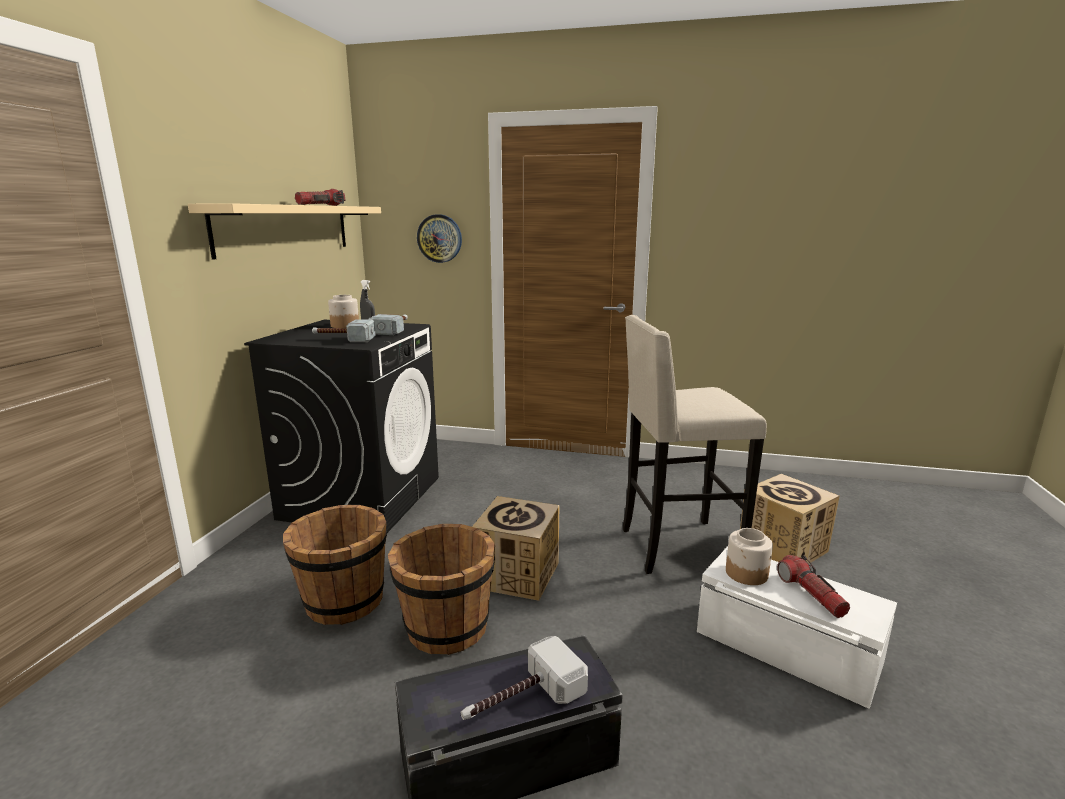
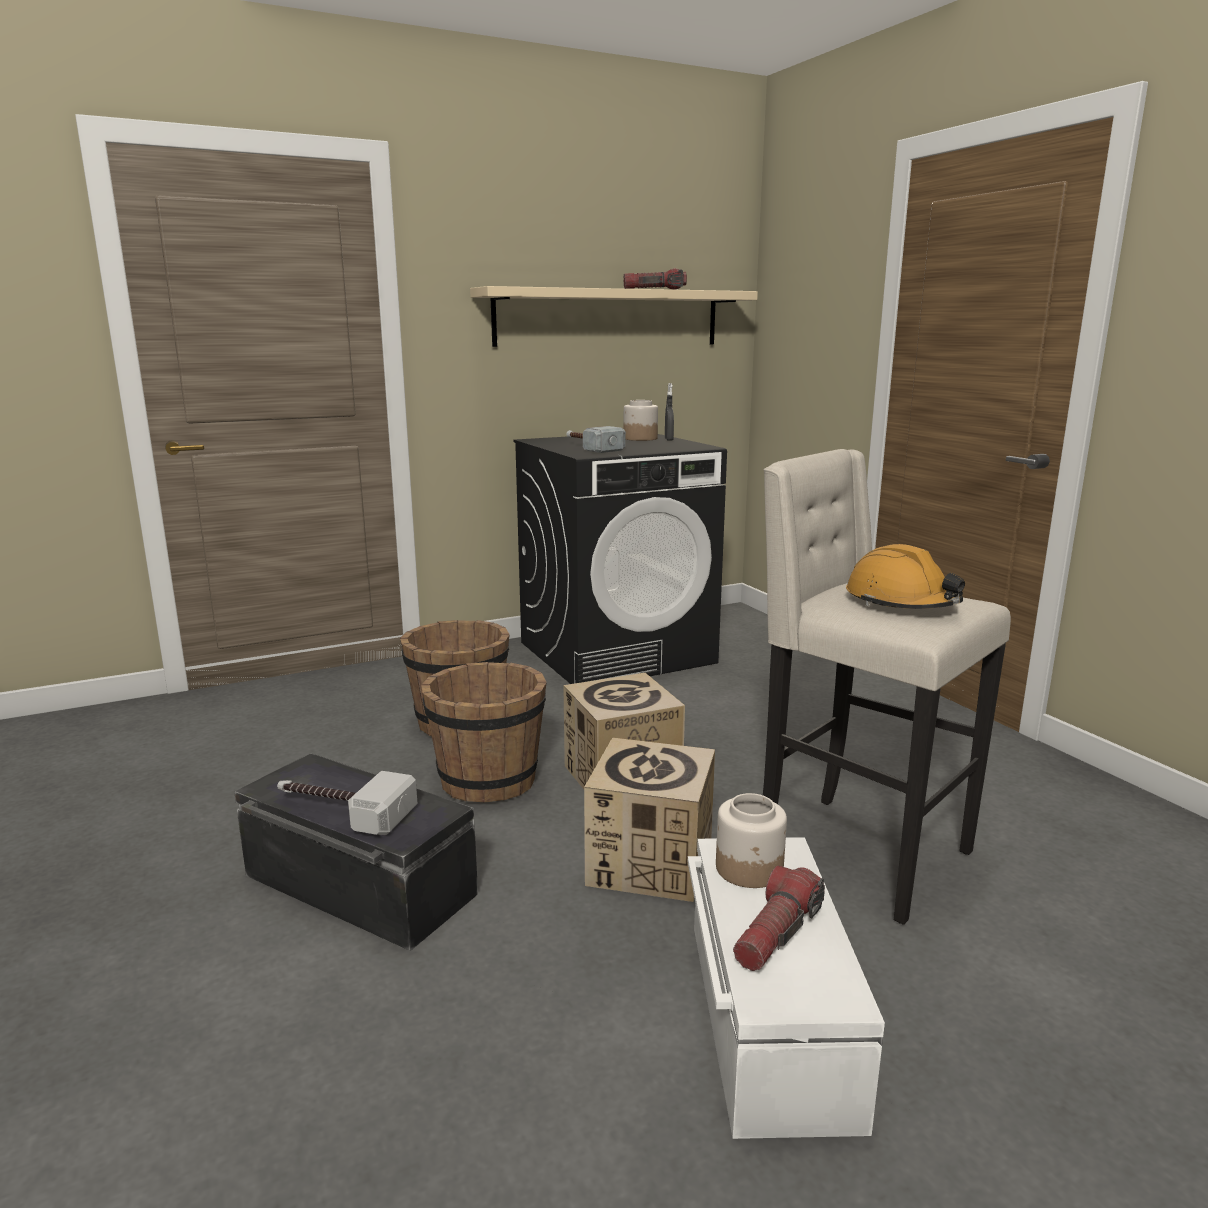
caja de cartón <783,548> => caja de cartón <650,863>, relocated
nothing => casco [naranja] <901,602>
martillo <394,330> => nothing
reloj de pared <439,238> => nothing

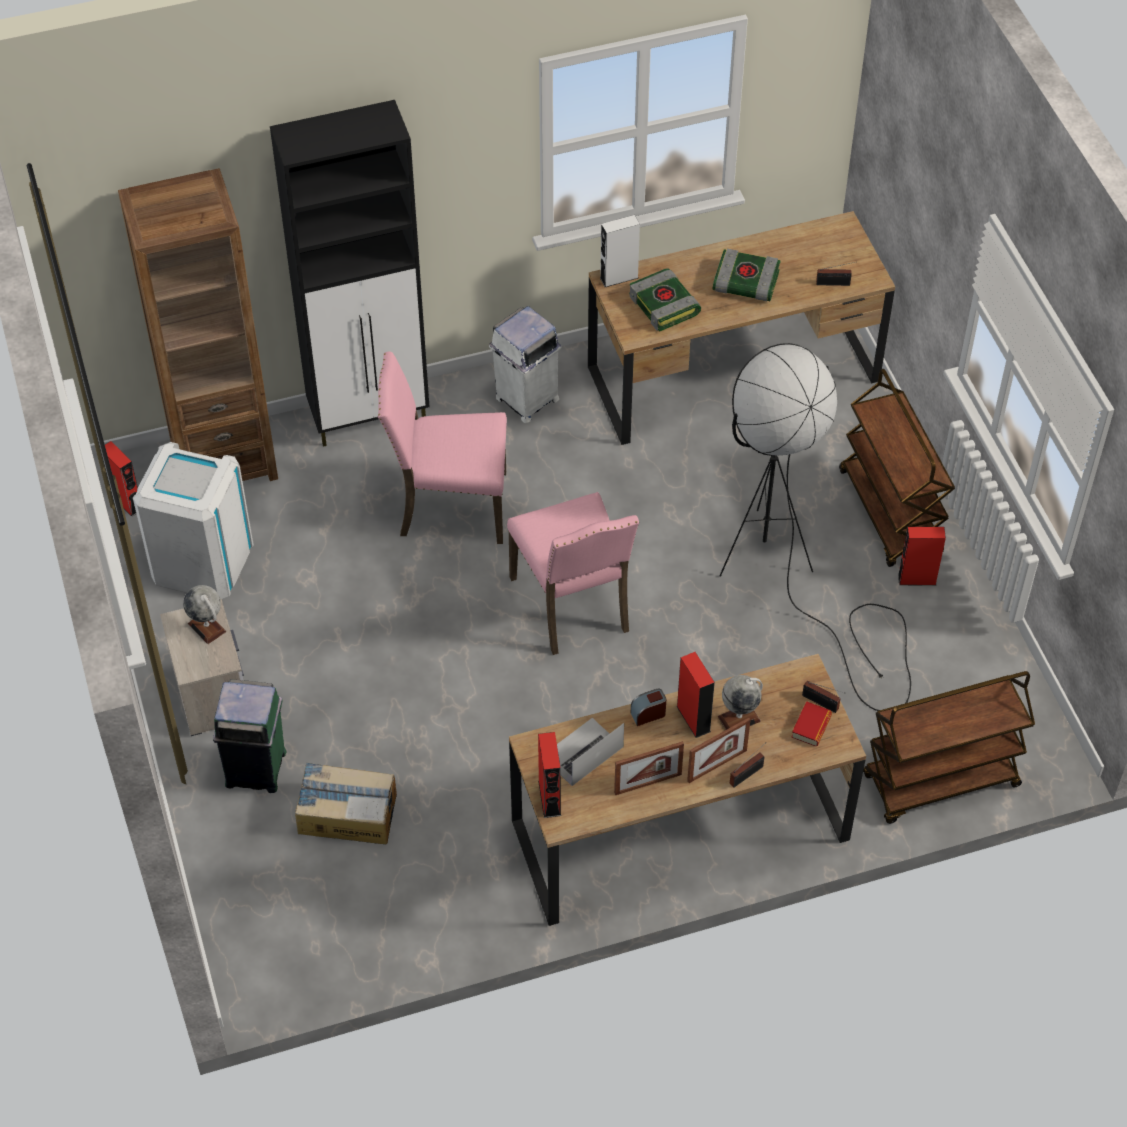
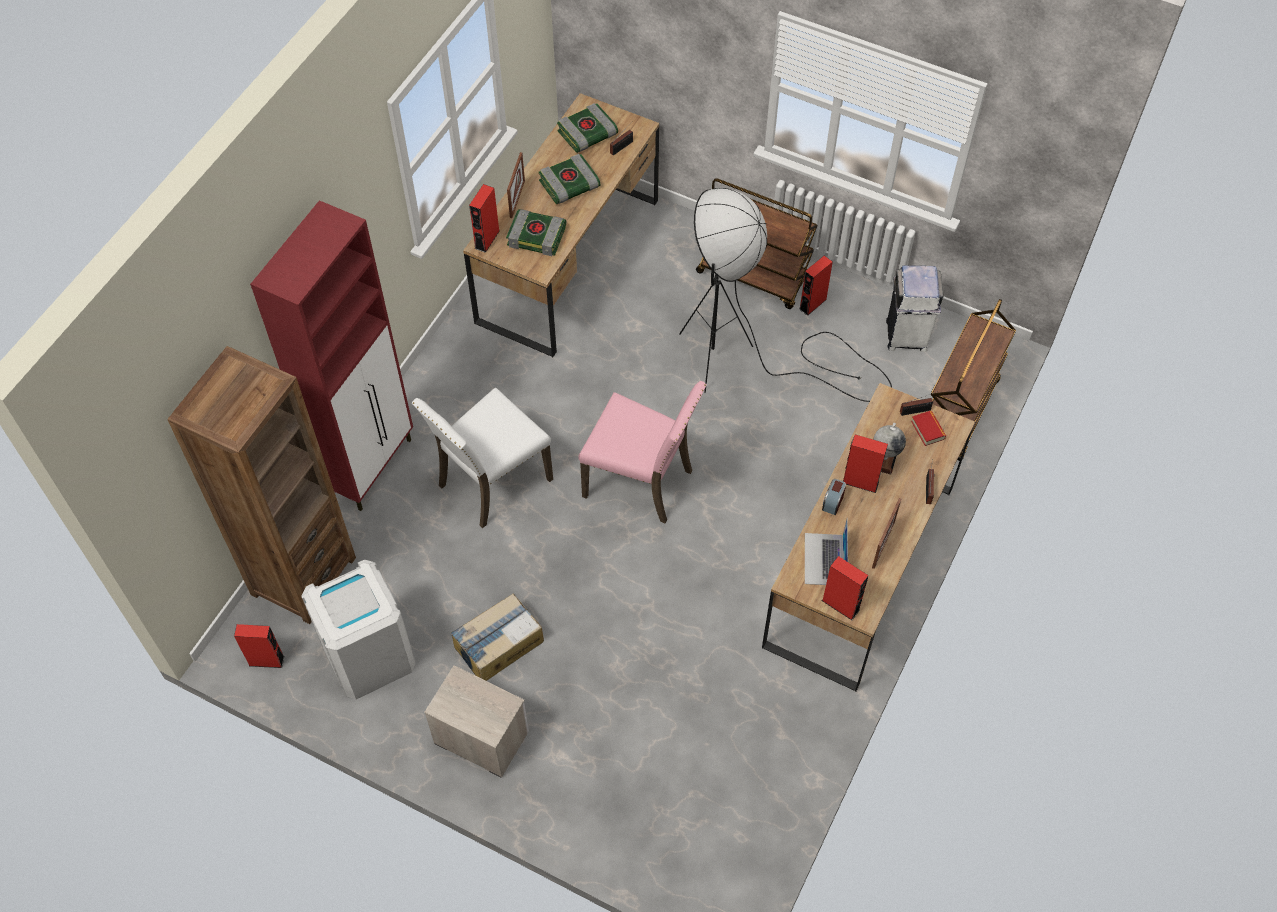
armario [negro] <371,417> => armario [rojo] <371,466>
silla [rosa] <450,506> => silla [blanco] <491,482>
caja de cartón <347,813> => caja de cartón <498,644>, relocated
altavoz [blanco] <619,277> => altavoz [rojo] <487,239>
portarretratos <717,766> => portarretratos <517,199>, relocated
nothing => libro <587,134>
papelera [blanco] <526,399> => papelera [blanco] <906,336>, relocated
globo terráqueo <207,627> => nothing
papelera [verde] <257,769> => nothing

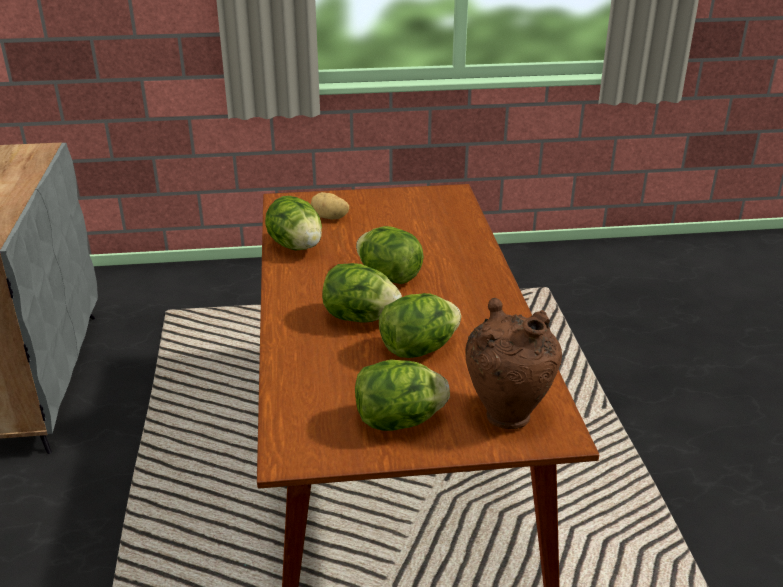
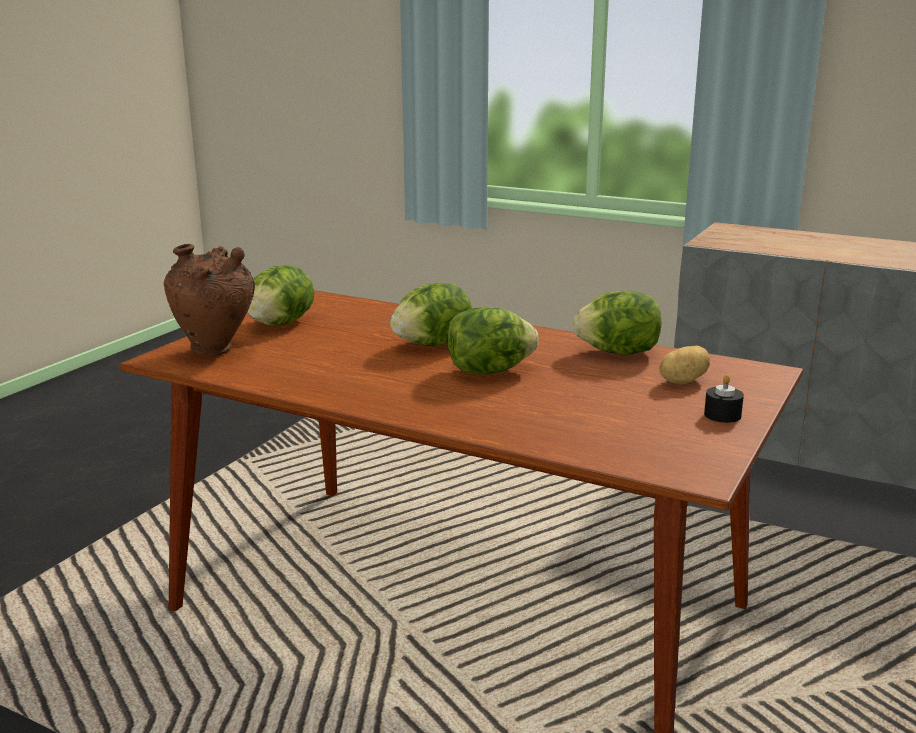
nothing => vela [negro] <722,415>
lechuga <418,349> => nothing

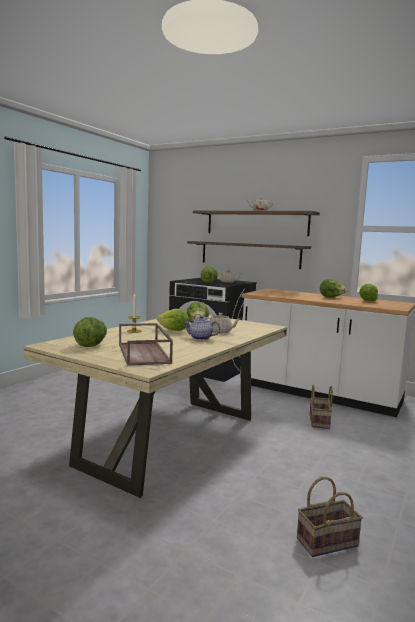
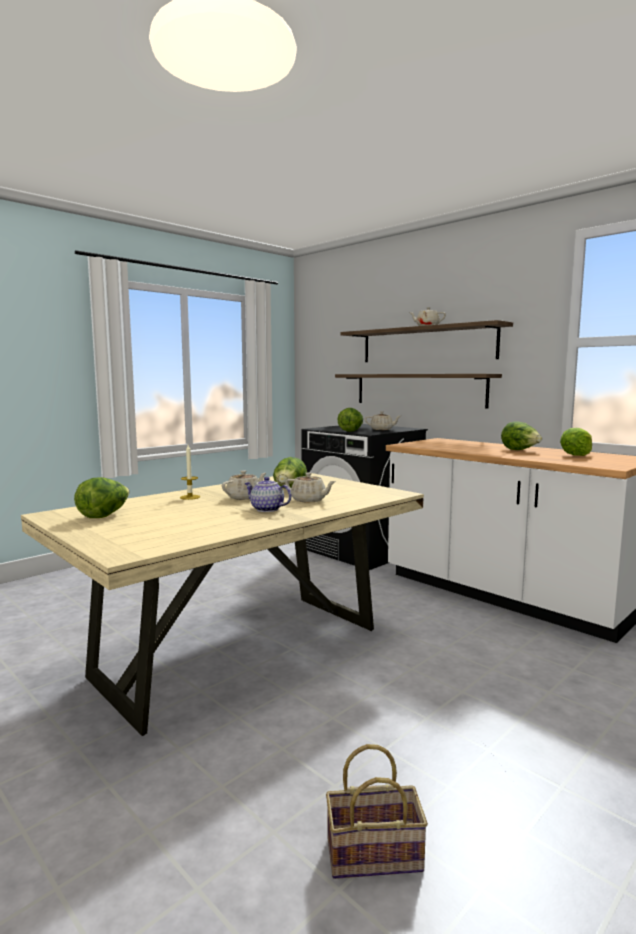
lechuga <173,330> => tetera [beis] <244,497>
bandeja [marrón] <144,353> => nothing
cesta <320,422> => nothing

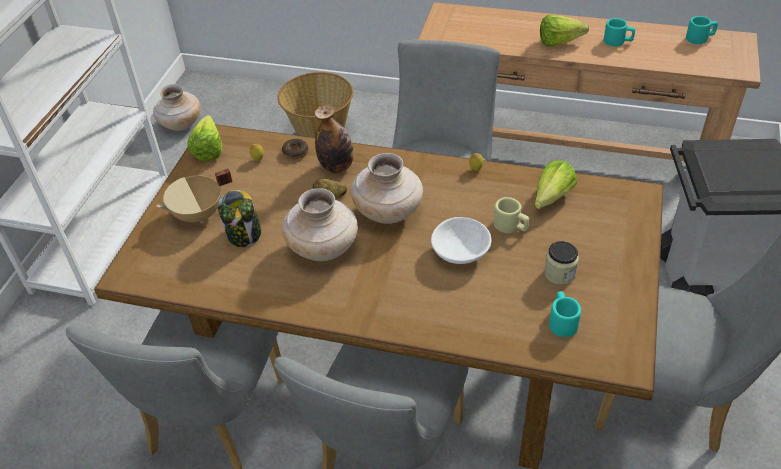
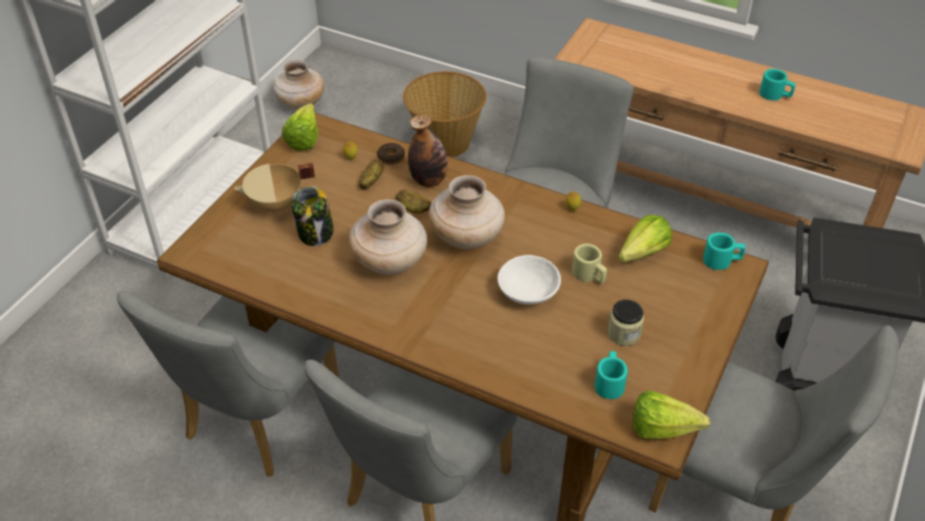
nothing => patata <371,181>
lechuga <563,42> => lechuga <668,431>, relocated
taza grande [turquesa] <700,38> => taza grande [turquesa] <722,260>, relocated

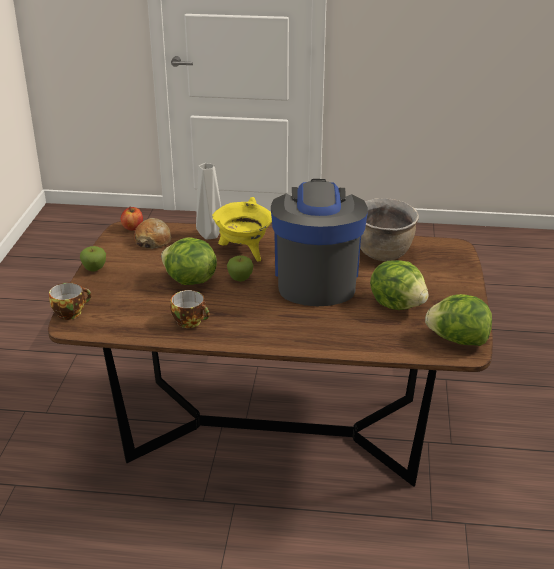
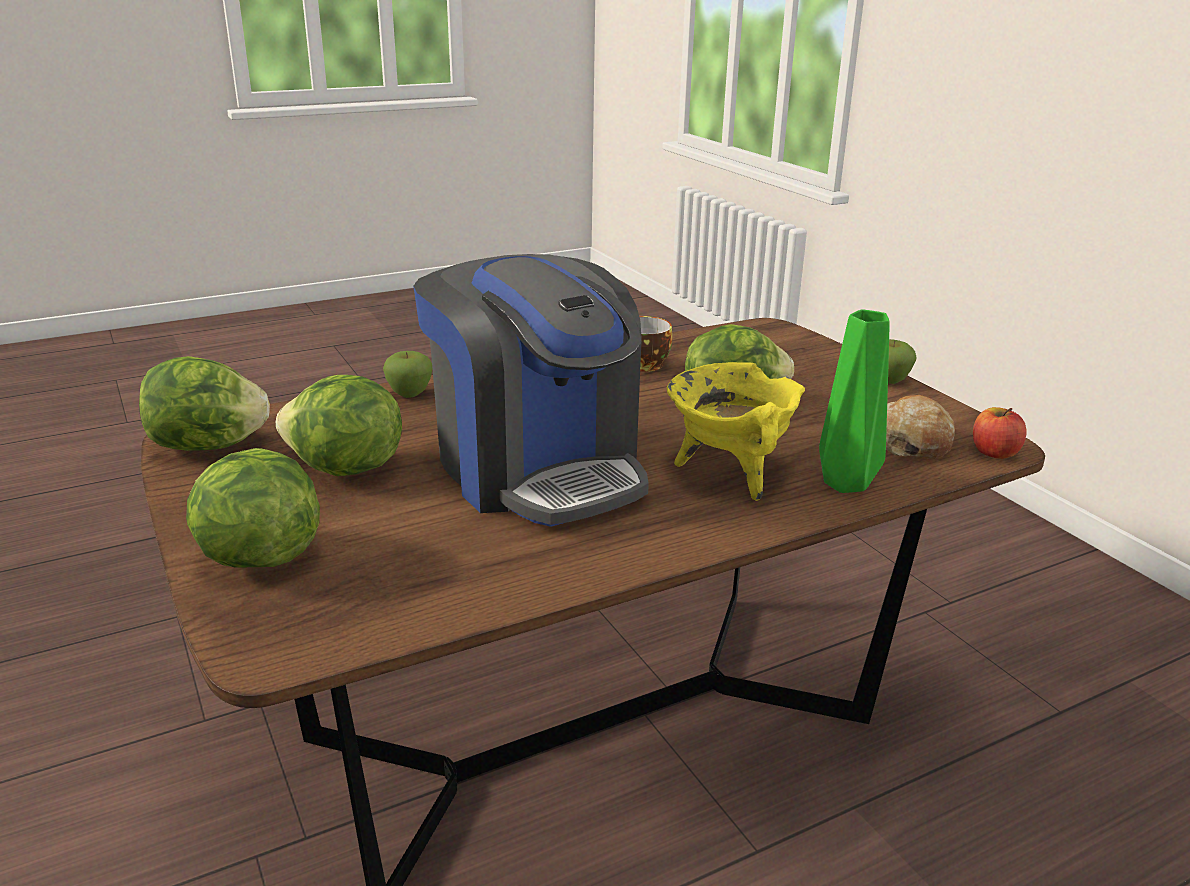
nothing => lechuga <257,557>
manzana <240,279> => manzana <410,394>, relocated
florero [gris] <211,235> => florero [verde] <843,484>
taza <71,312> => nothing
olla [marrón] <384,253> => nothing

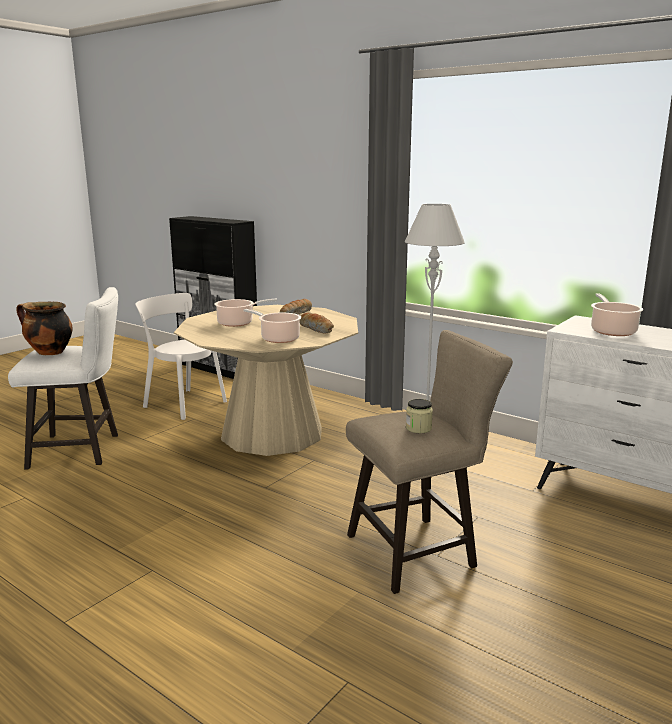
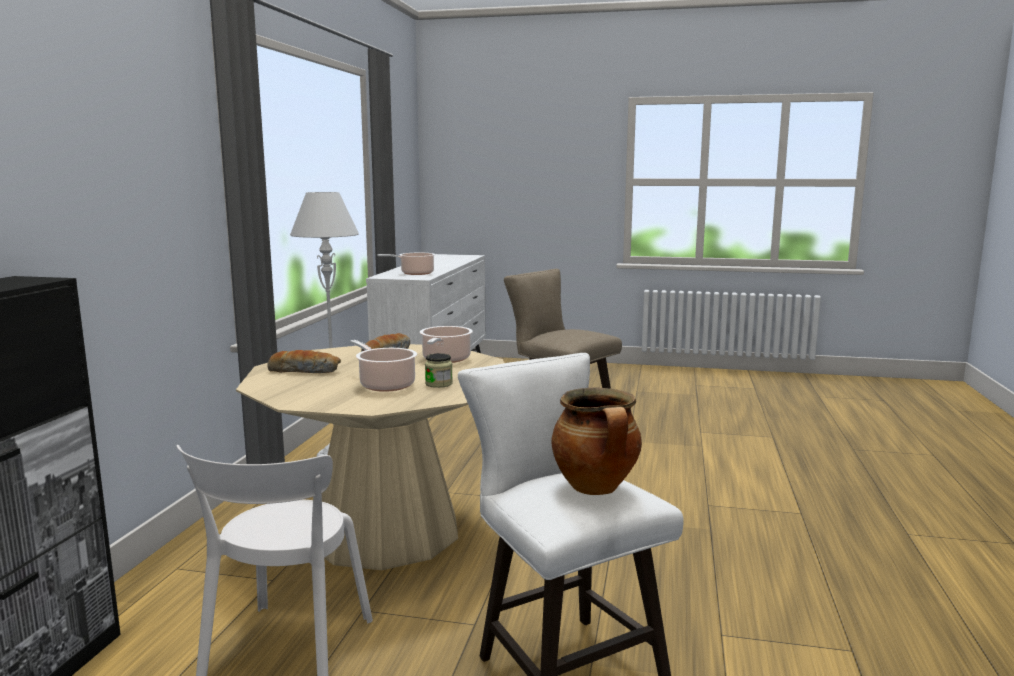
tarro <418,428> => tarro <439,384>, relocated

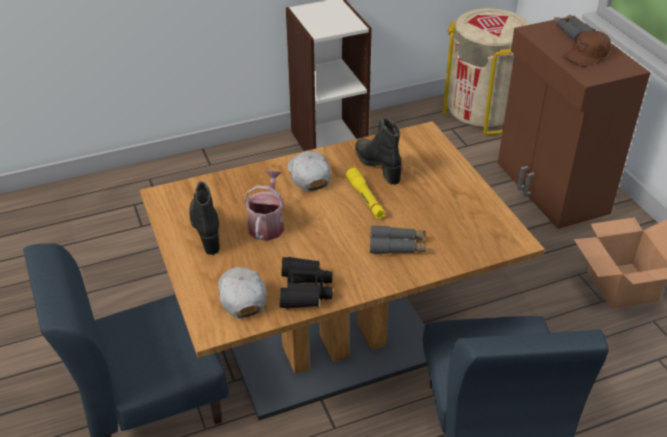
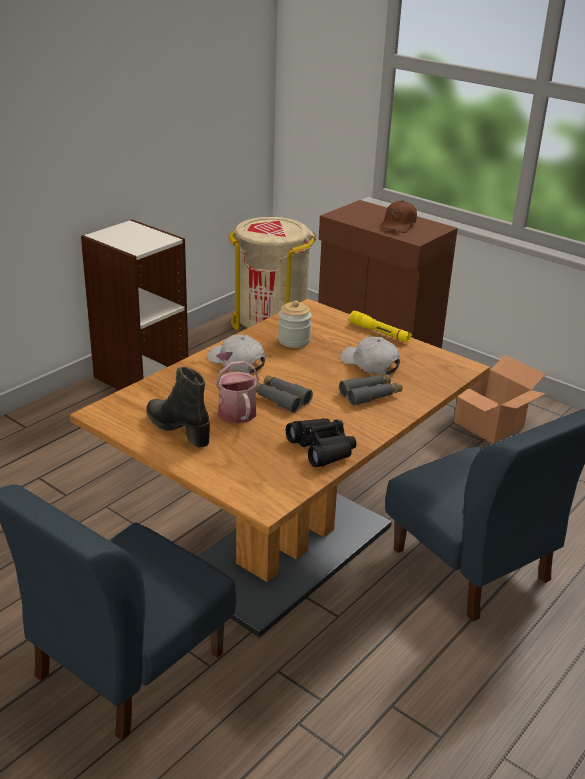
prismáticos [gris] <572,32> => prismáticos [gris] <280,398>, relocated
bota [negro] <378,166> => tarro <294,341>
gorra [blanco] <242,296> => gorra [blanco] <370,364>, relocated
linterna [amarillo] <365,199> => linterna [amarillo] <379,333>, relocated

